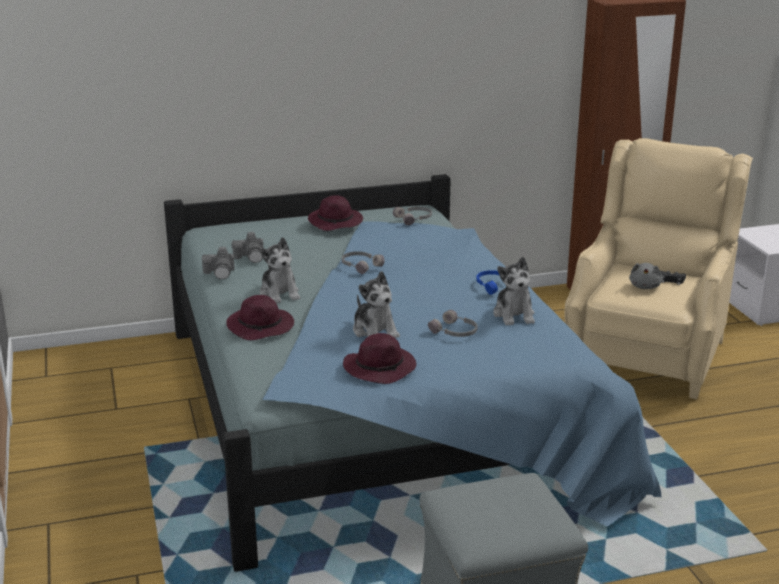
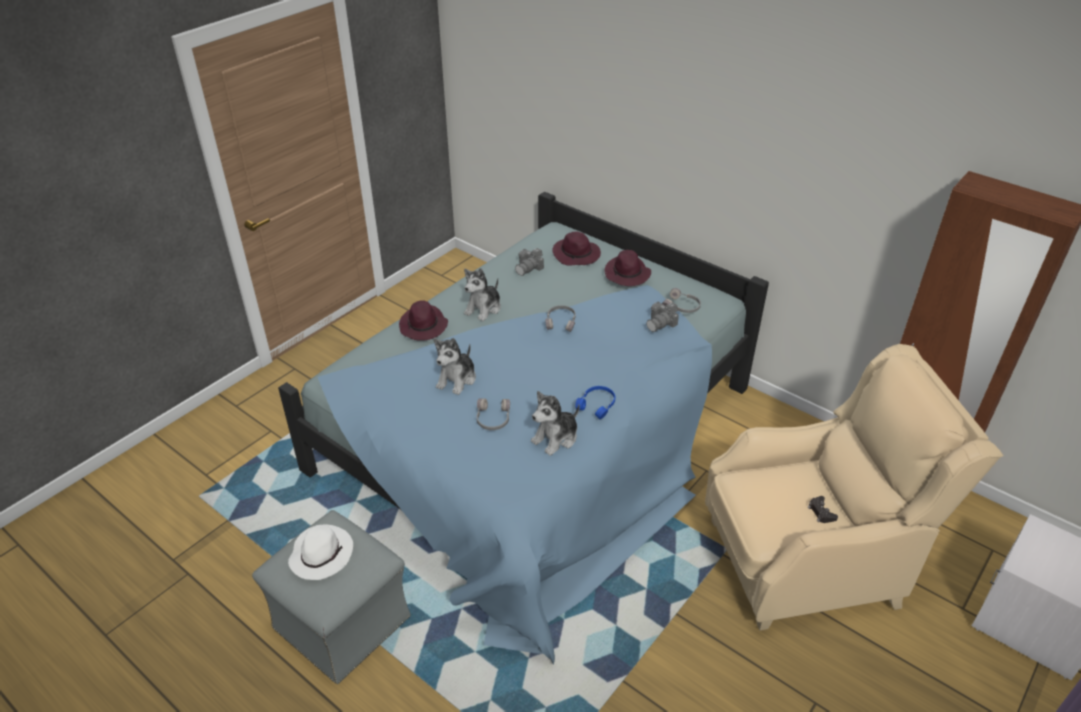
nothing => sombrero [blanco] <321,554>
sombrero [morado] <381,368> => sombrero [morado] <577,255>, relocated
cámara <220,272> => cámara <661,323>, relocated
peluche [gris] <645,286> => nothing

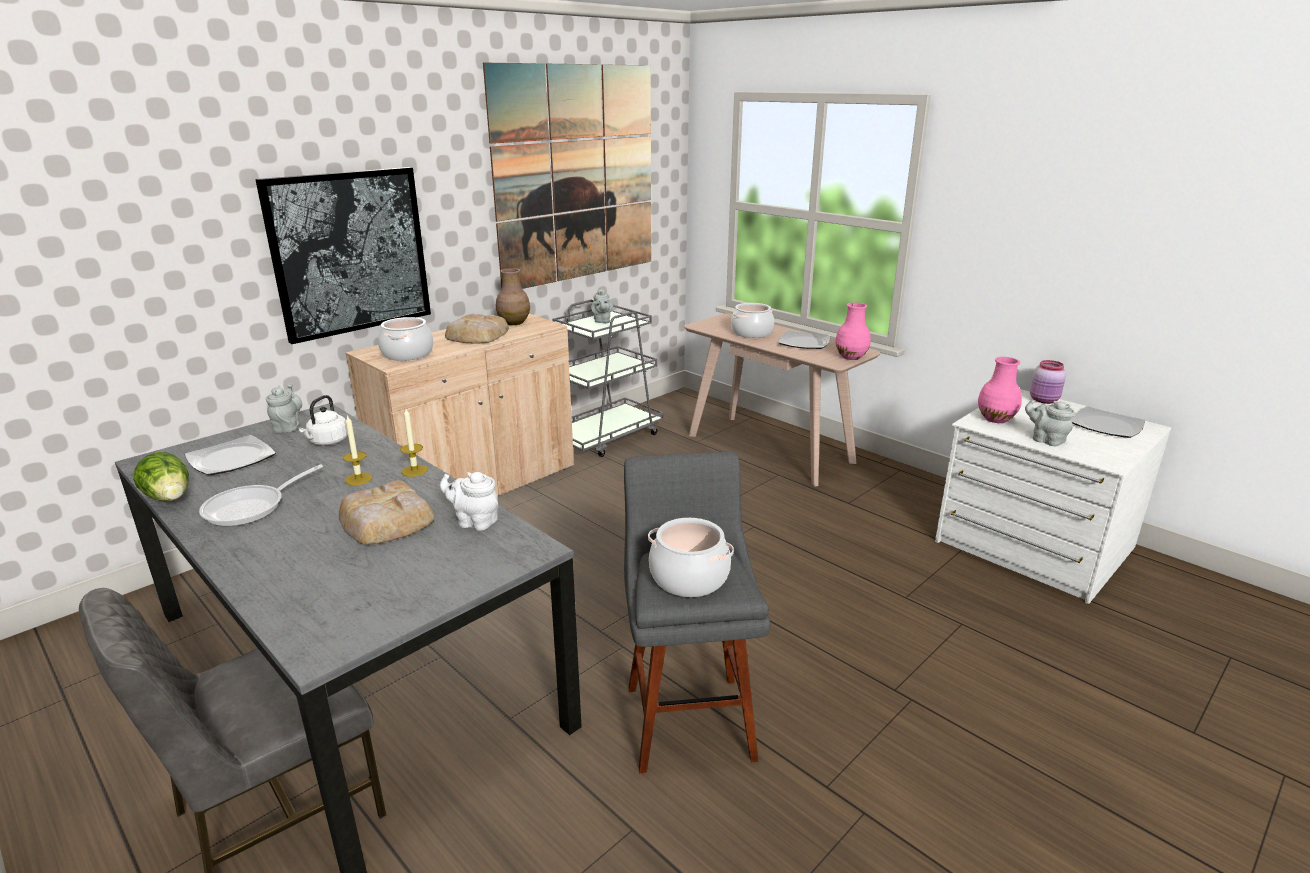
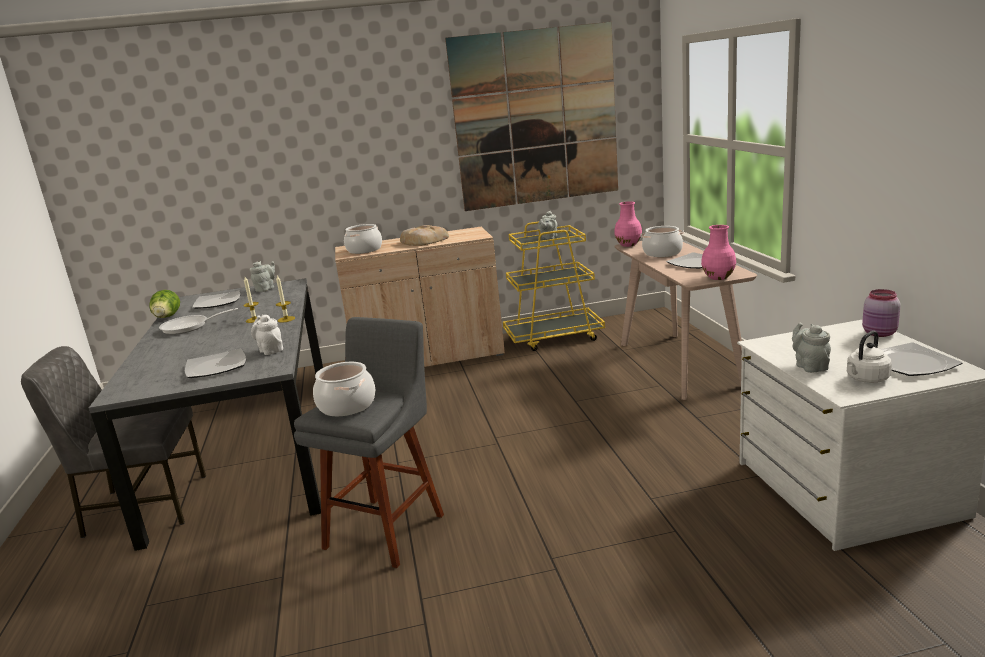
nothing => plato <216,366>
carrito [gris] <606,437> => carrito [amarillo] <554,337>
florero [rosa] <996,419> => florero [rosa] <628,245>, relocated
hervidor [blanco] <327,442> => hervidor [blanco] <866,379>, relocated
cuadro <350,253> => nothing
pan <386,521> => nothing
florero [marrón] <513,322> => nothing

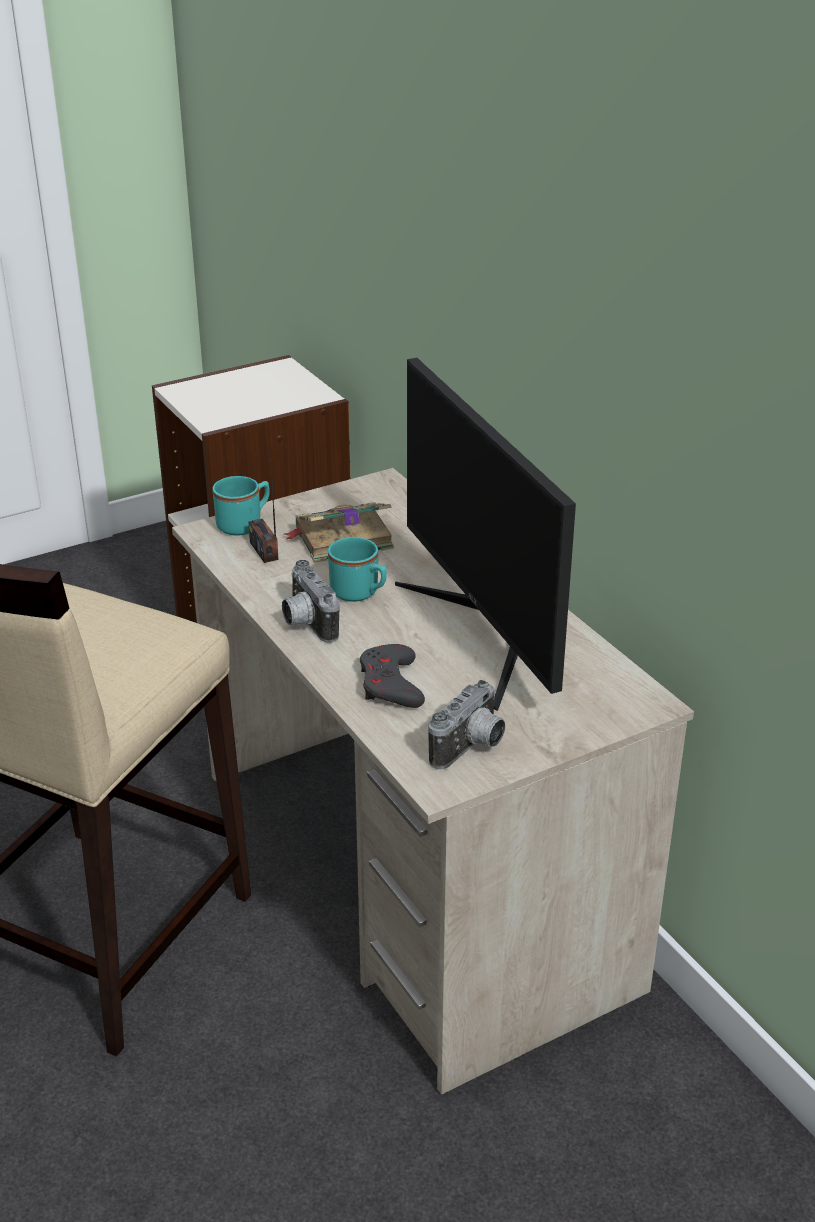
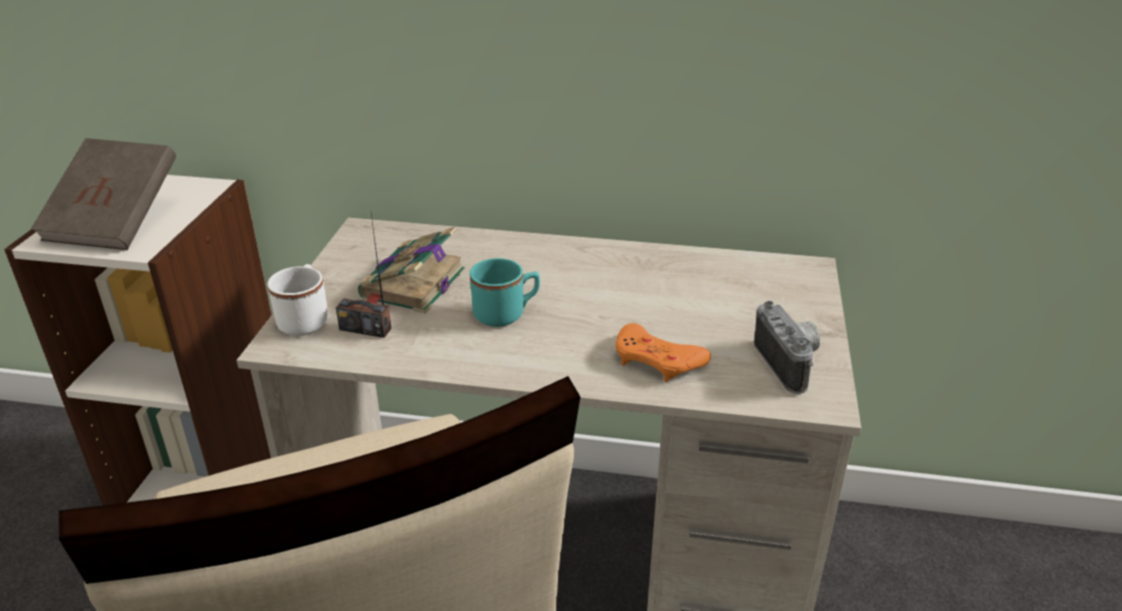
nothing => libro [marrón] <116,222>
taza grande [turquesa] <245,524> => taza grande [blanco] <305,319>
mando de consola [gris] <391,684> => mando de consola [naranja] <657,360>
cámara <305,623> => nothing
monitor <489,631> => nothing

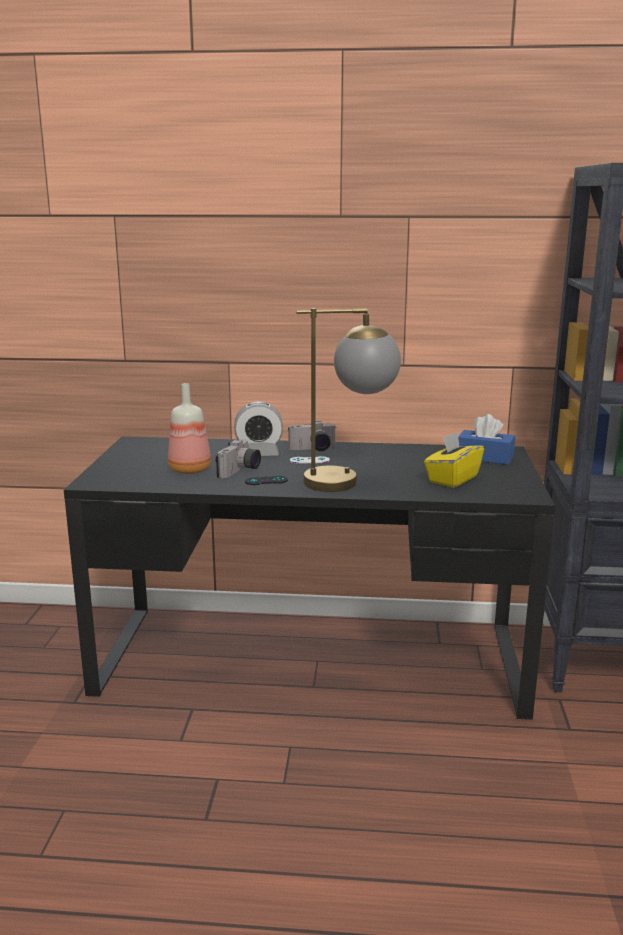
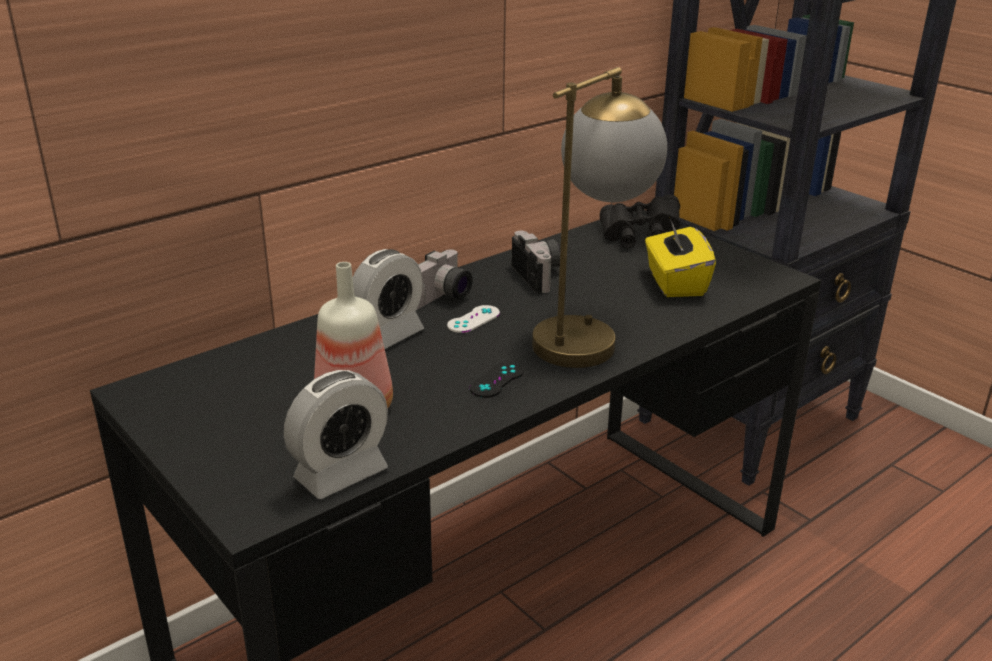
nothing => despertador <341,474>
cámara <240,471> => cámara <541,275>, relocated
caja de pañuelos [azul] <485,457> => prismáticos [negro] <639,237>

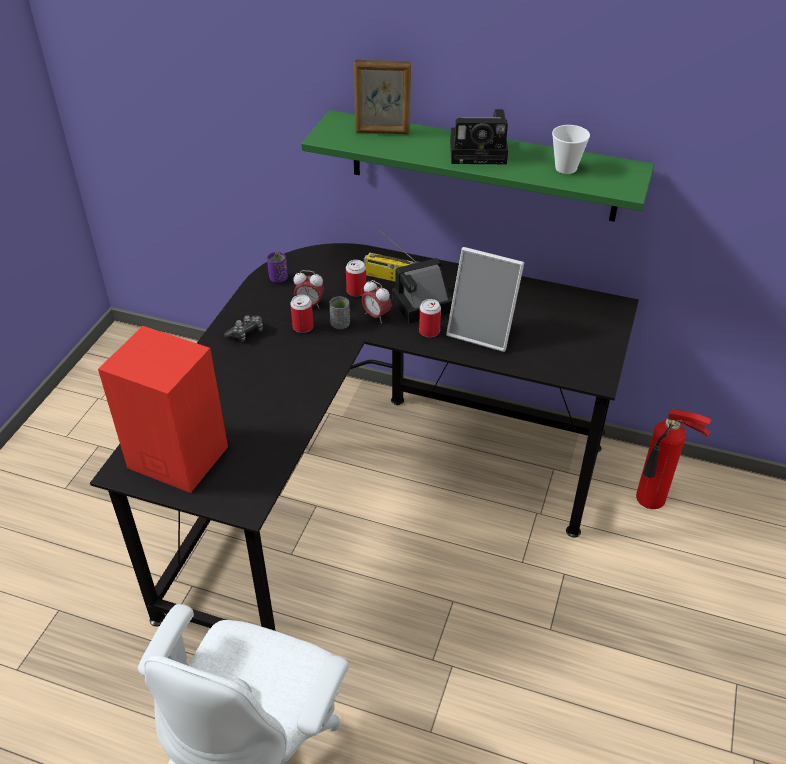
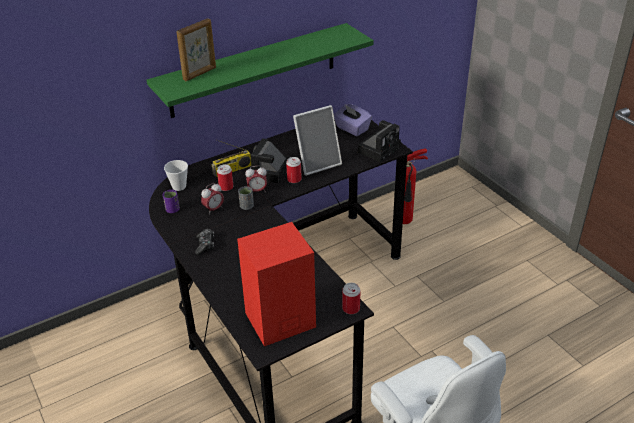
taza <566,168> => taza <179,186>, relocated
nothing => caja de pañuelos [morado] <352,129>
lata <303,327> => lata <351,308>, relocated
cámara <481,152> => cámara <379,149>, relocated

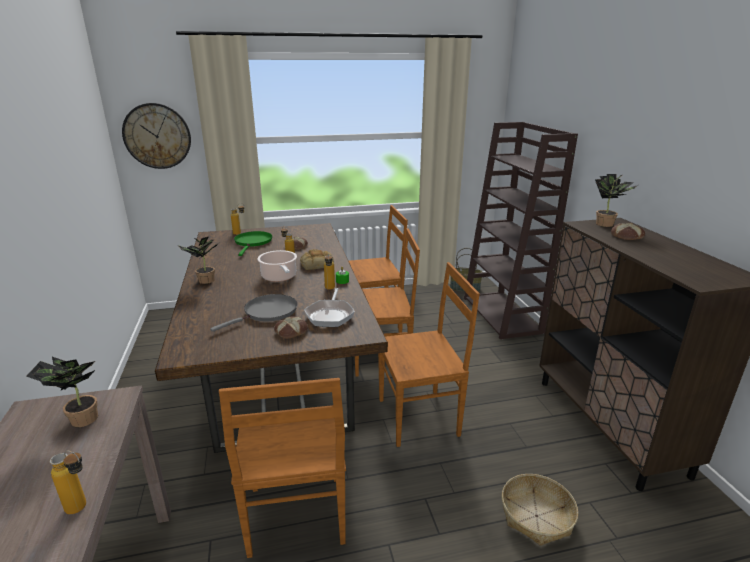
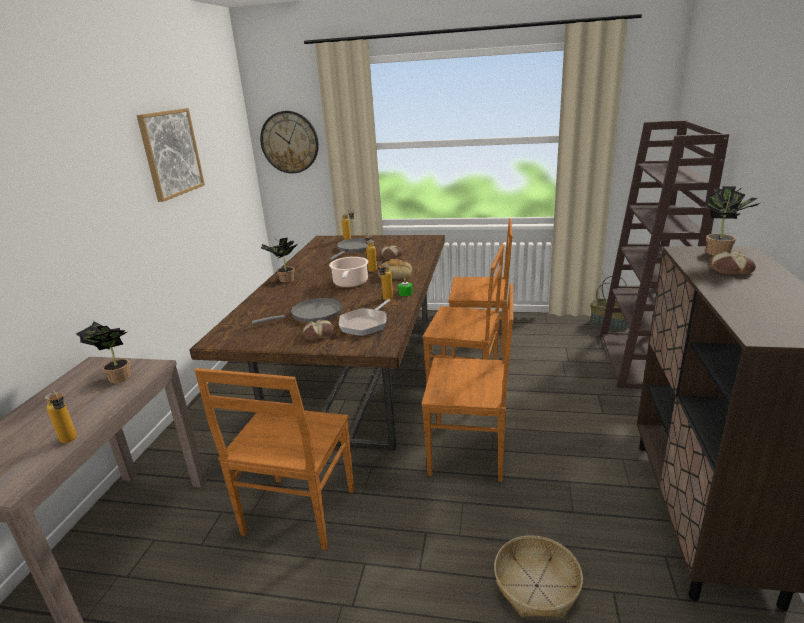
nothing => cuadro <171,153>
sartén [verde] <253,242> => sartén [gris] <354,248>

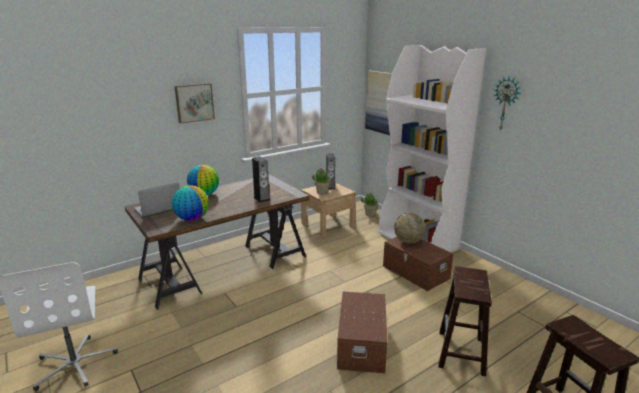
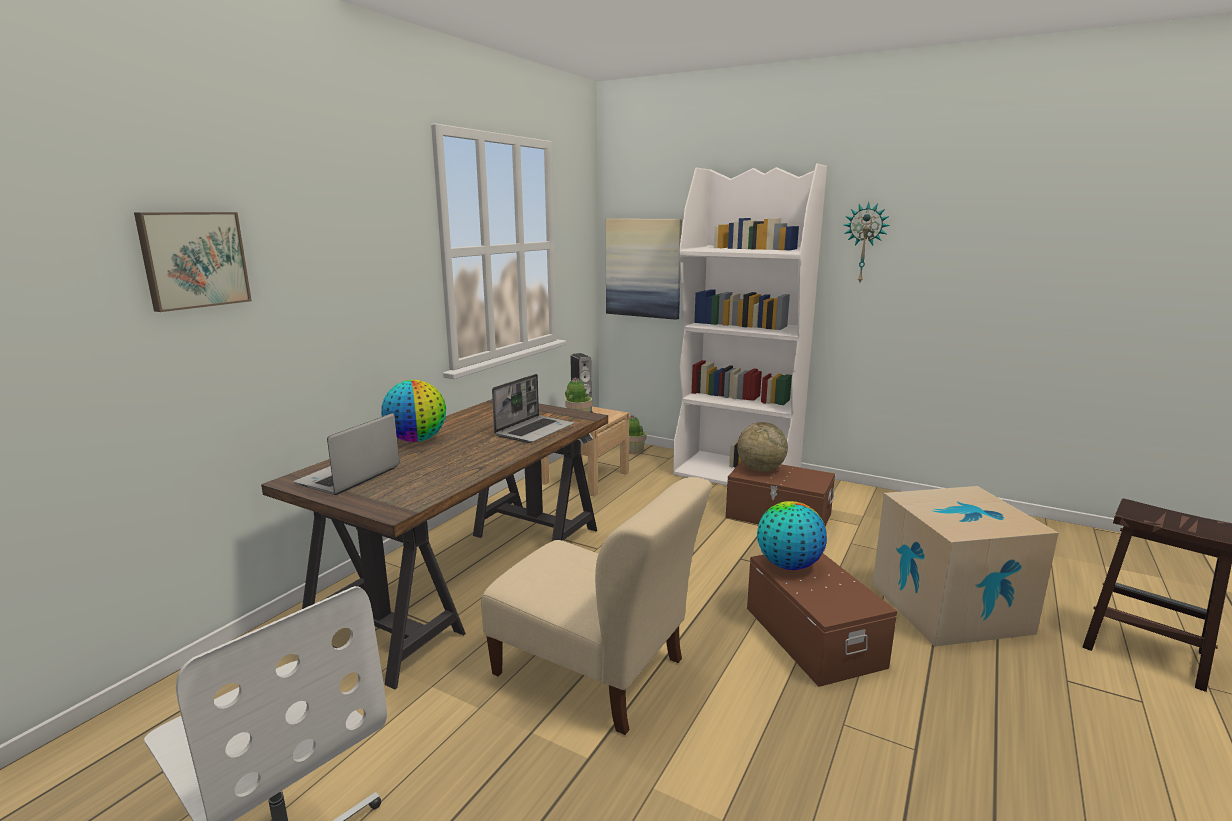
cuadro <194,102> => cuadro <193,259>, relocated
nothing => silla [beis] <595,671>
altavoz <261,198> => portátil <534,430>
globo terráqueo <192,219> => globo terráqueo <788,565>, relocated
taburete [marrón] <461,353> => caja de cartón <949,608>

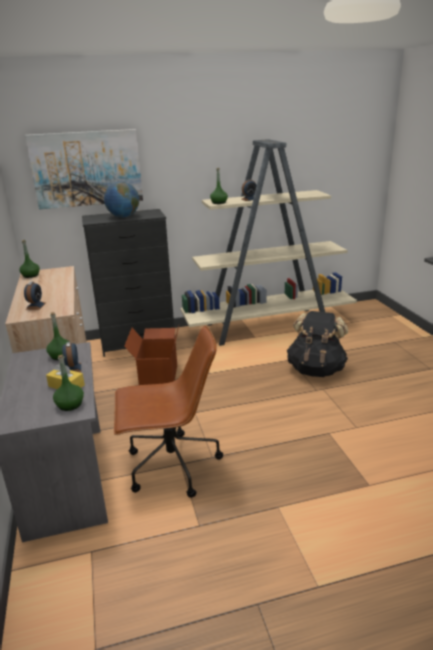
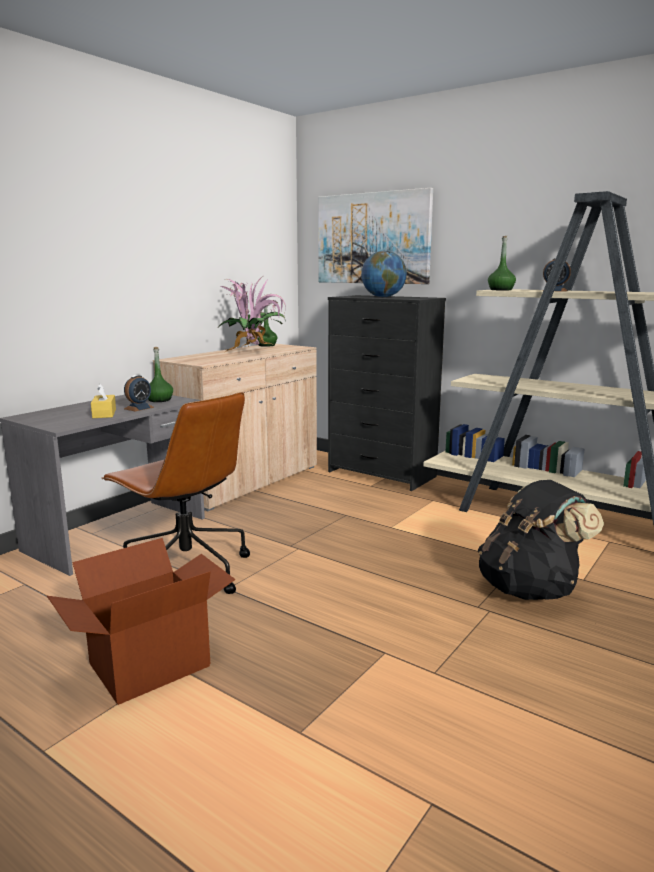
caja de cartón <157,376> => caja de cartón <149,663>, relocated
nothing => planta en maceta <253,352>
despertador <35,306> => nothing
botella [verde] <70,404> => nothing

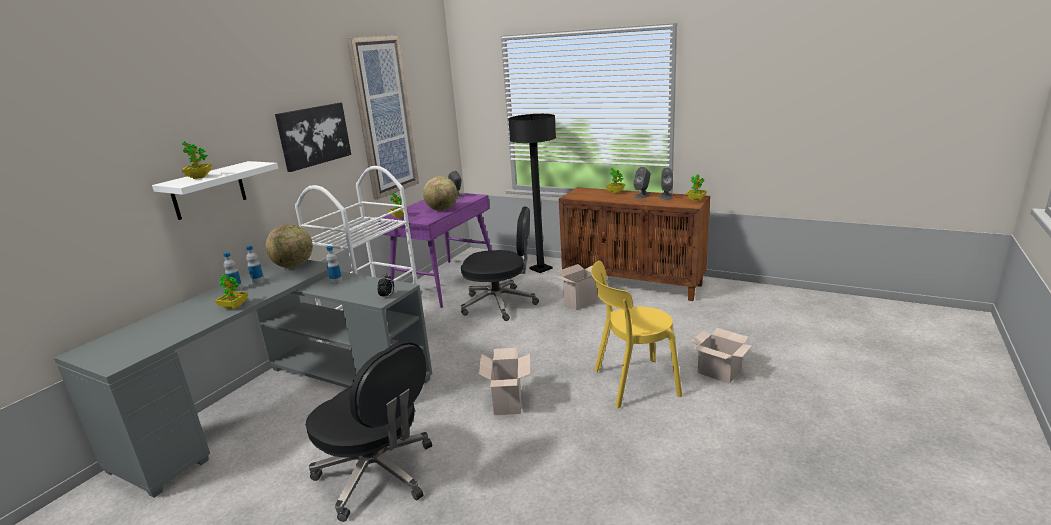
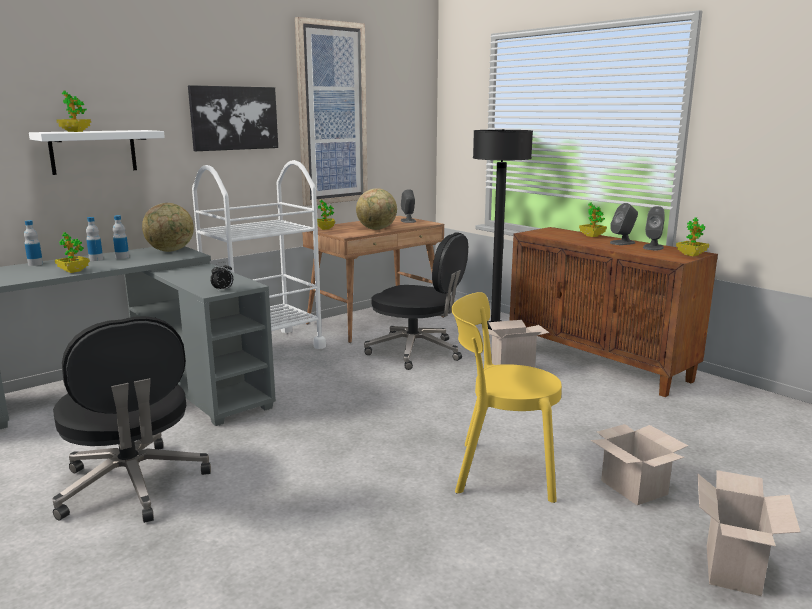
botella <336,282> => botella <35,264>, relocated
escritorio [morado] <445,282> => escritorio [marrón] <376,320>
caja de cartón <509,404> => caja de cartón <735,571>, relocated

